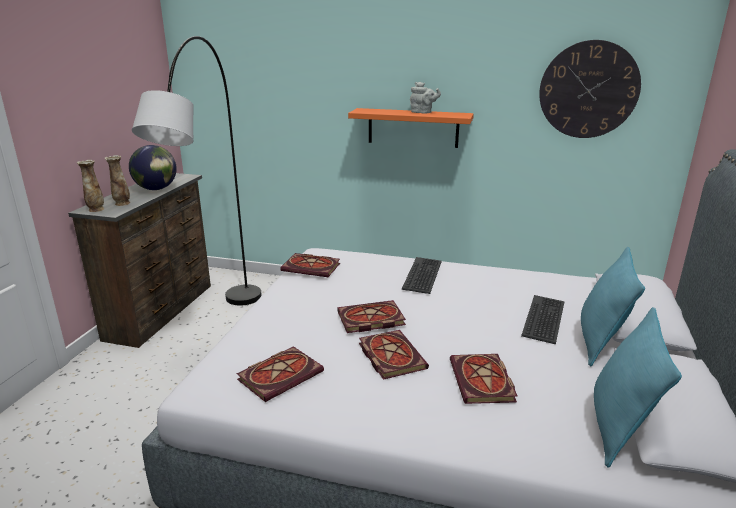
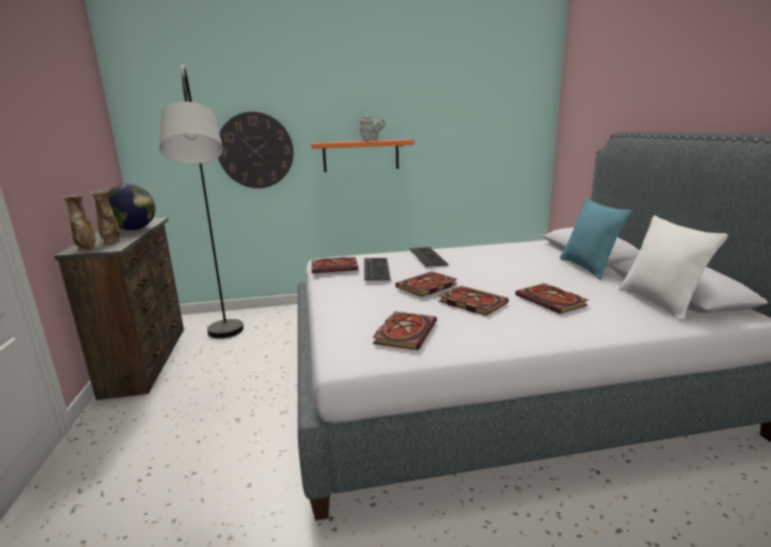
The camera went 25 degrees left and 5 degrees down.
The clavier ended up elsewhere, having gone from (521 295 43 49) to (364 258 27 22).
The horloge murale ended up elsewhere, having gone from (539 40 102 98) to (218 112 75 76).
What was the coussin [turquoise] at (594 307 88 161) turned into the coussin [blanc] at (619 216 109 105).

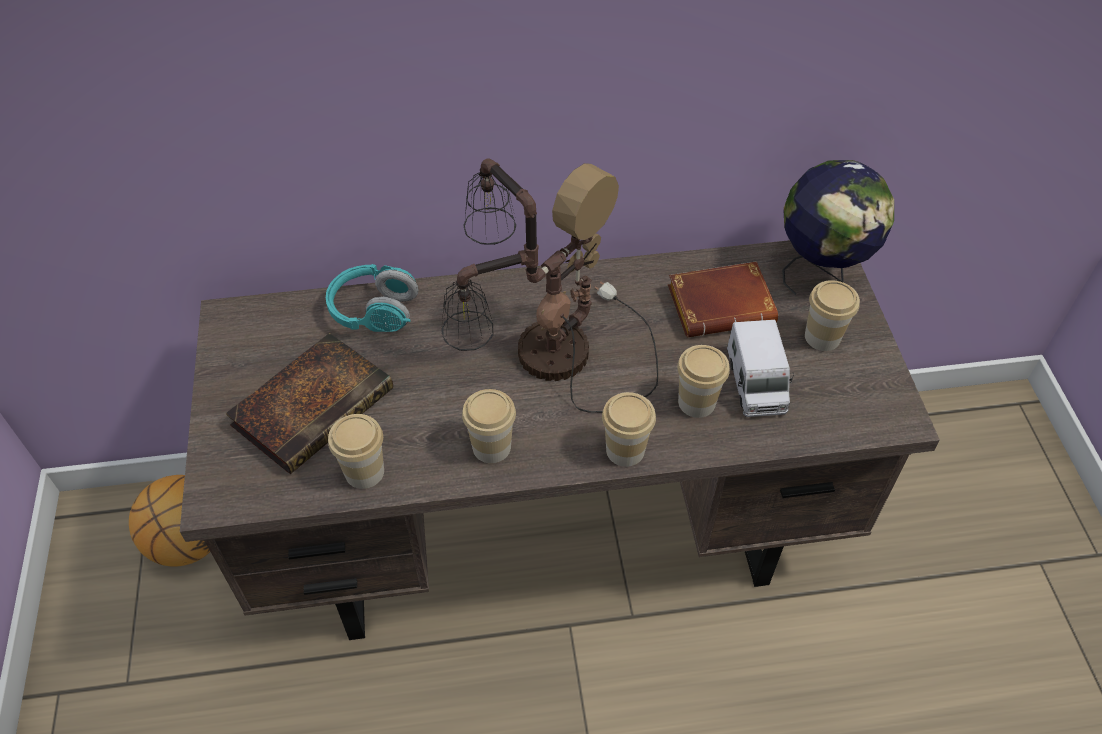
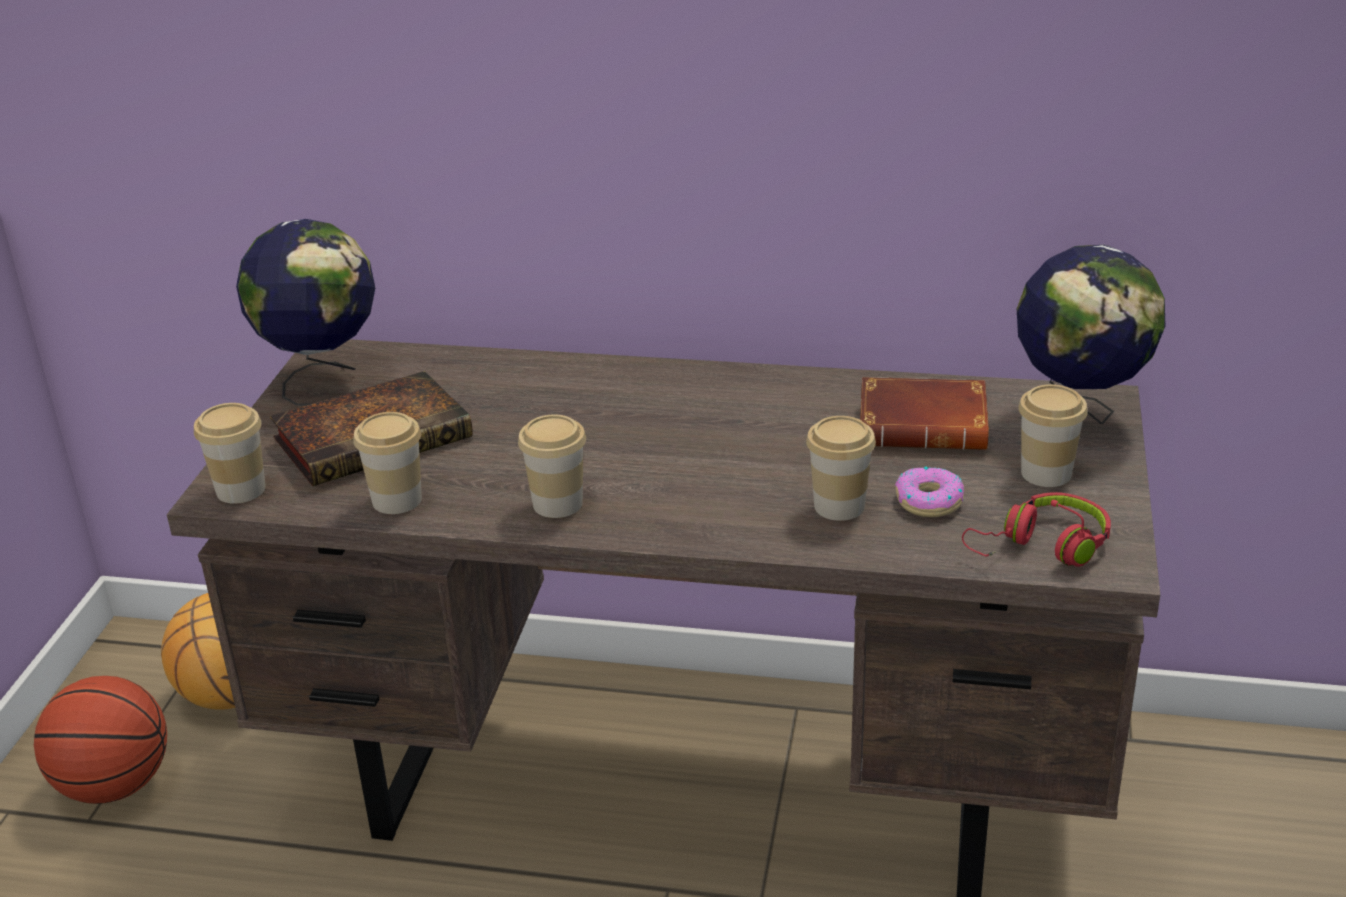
The camera went 20 degrees right and 20 degrees down.
The second view lost the casque audio [turquoise] at (326 264 92 68).
The second view lost the lampe de table at (441 159 217 254).
The tasse ended up elsewhere, having gone from (602 392 54 75) to (194 403 72 101).
Where the camion jouet stood at (727 320 67 97), the beignet came to stand at (895 466 69 51).
The second view gained the ballon de basket at (34 676 133 128).
The second view gained the globe at (236 219 139 187).
The second view gained the casque audio [rouge] at (962 492 149 75).

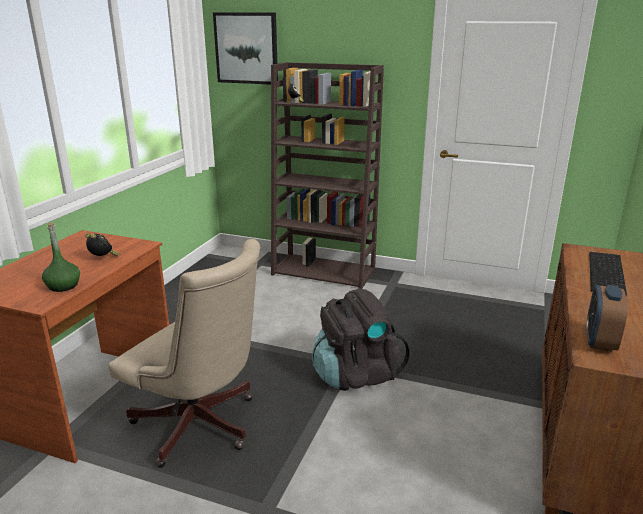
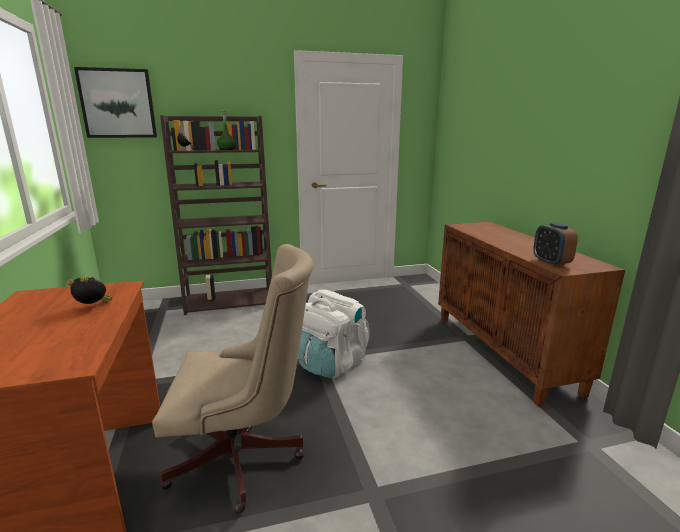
The camera went 35 degrees left and 5 degrees down.
The bouteille [vert] ended up elsewhere, having gone from (42 222 38 70) to (217 111 19 39).
What was the sac à dos [noir] at (312 288 98 103) turned into the sac à dos [blanc] at (298 290 72 88).
The second view lost the clavier at (589 252 38 44).

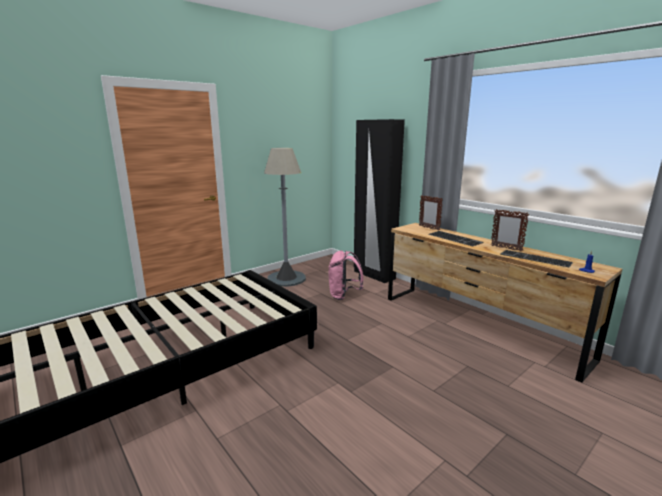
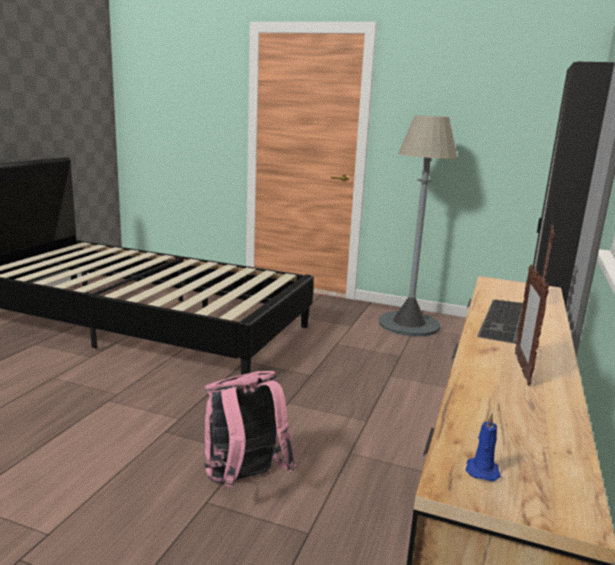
The camera went 60 degrees right and 0 degrees up.
The sac à dos [rose] ended up elsewhere, having gone from (328 250 35 50) to (204 371 92 117).
The second view lost the clavier at (500 250 73 17).

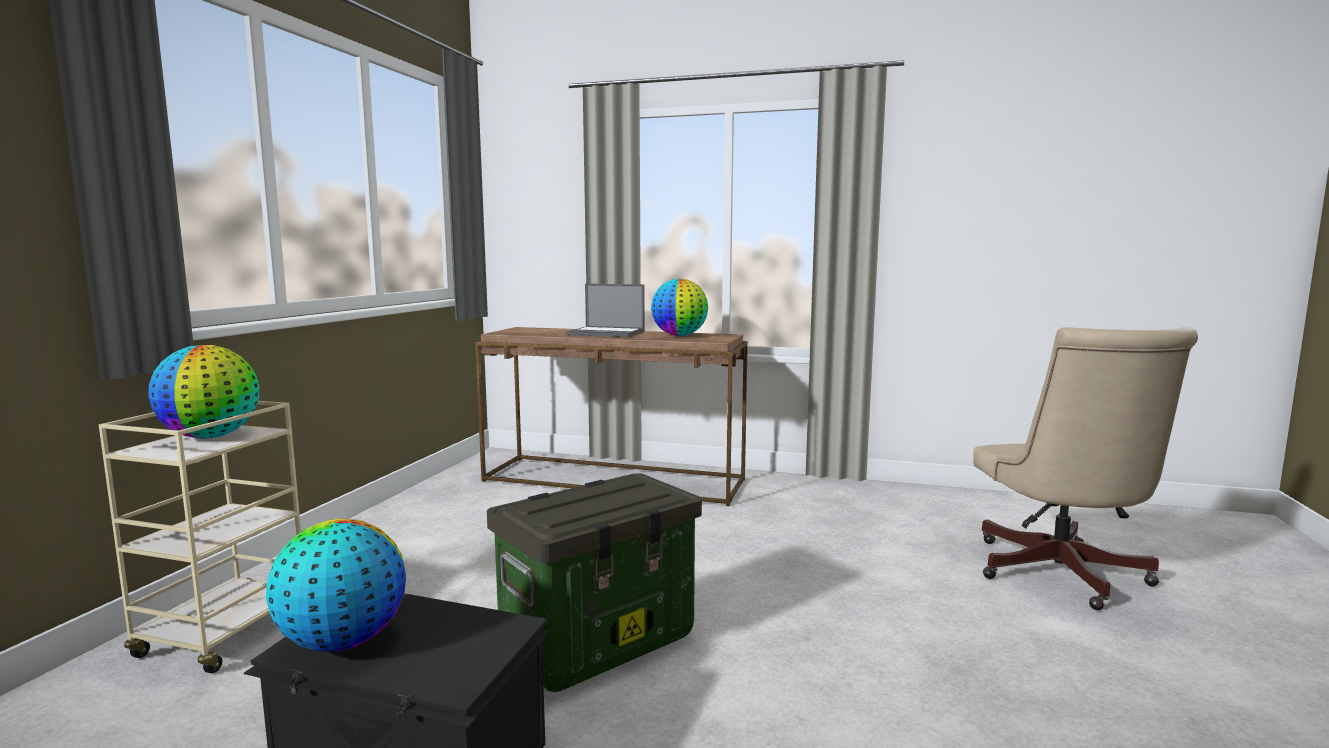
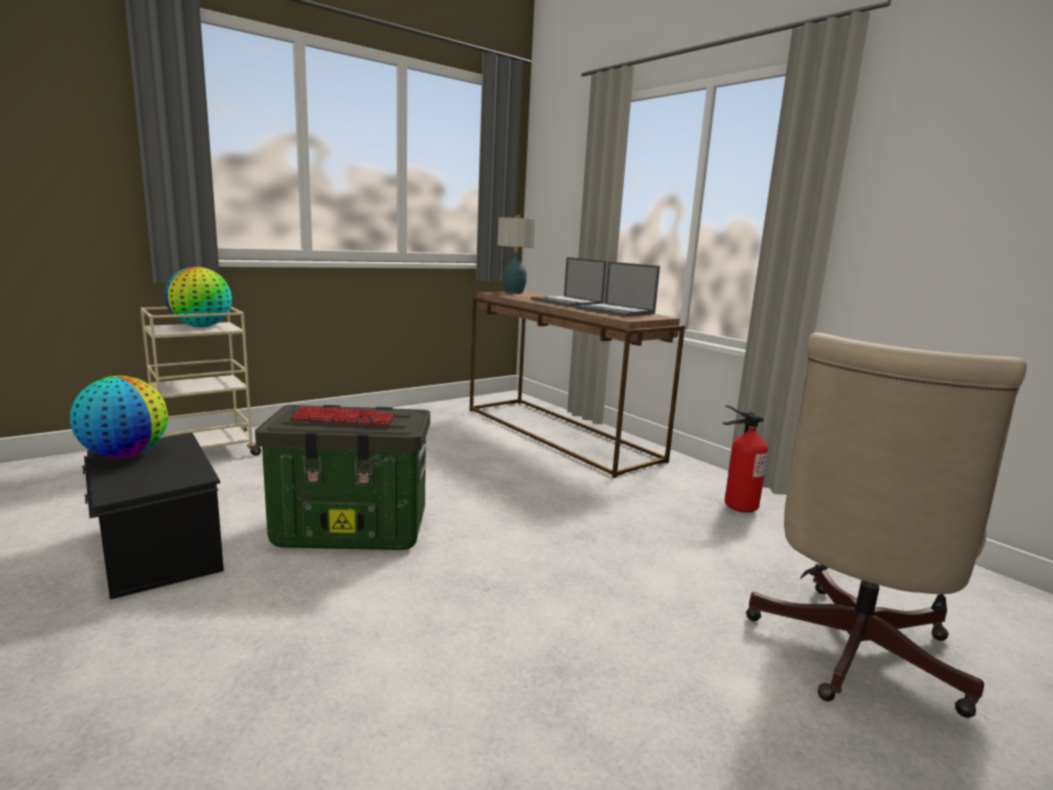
The camera went 35 degrees right and 5 degrees up.
Where the globe stood at (651 279 57 57), the ordinateur portable came to stand at (575 261 85 56).
The second view gained the clavier at (290 406 107 20).
The second view gained the lampe de table at (497 215 40 79).
The second view gained the extincteur at (723 405 45 108).

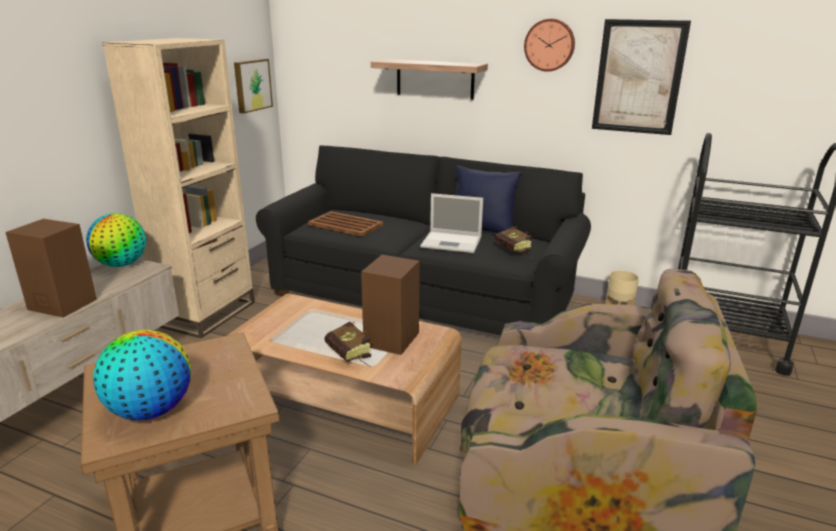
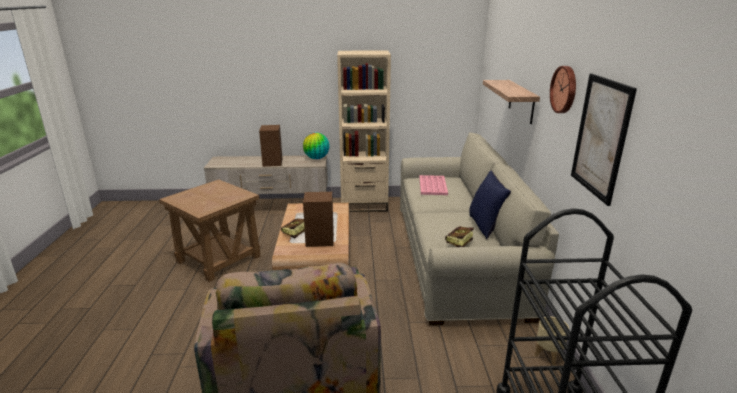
The camera went 65 degrees right and 0 degrees up.
The second view lost the globe at (93 330 98 90).
The second view lost the tableau at (234 59 39 54).
What was the canapé [noir] at (256 145 335 190) turned into the canapé [beige] at (400 133 159 192).
What was the plateau [marron] at (308 211 75 26) turned into the plateau [rose] at (419 175 29 20).
The second view lost the ordinateur portable at (420 193 63 60).

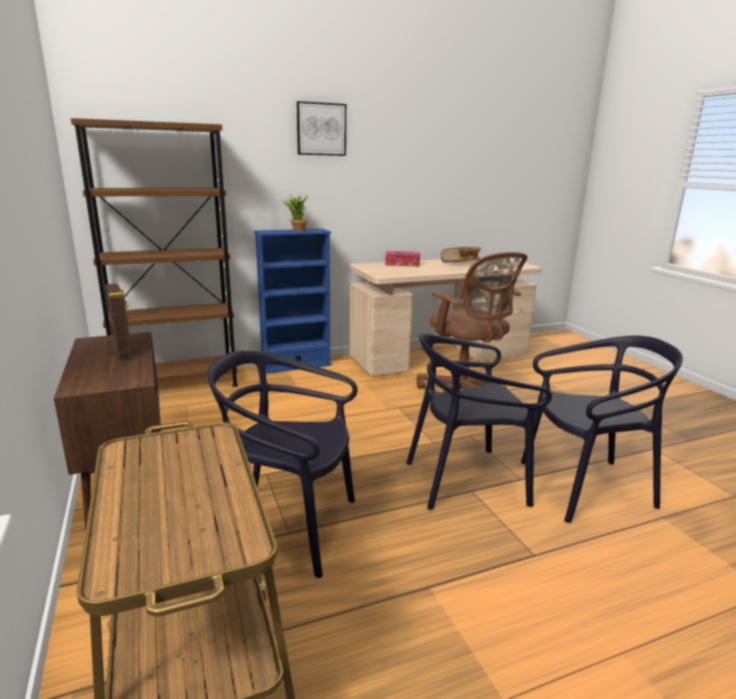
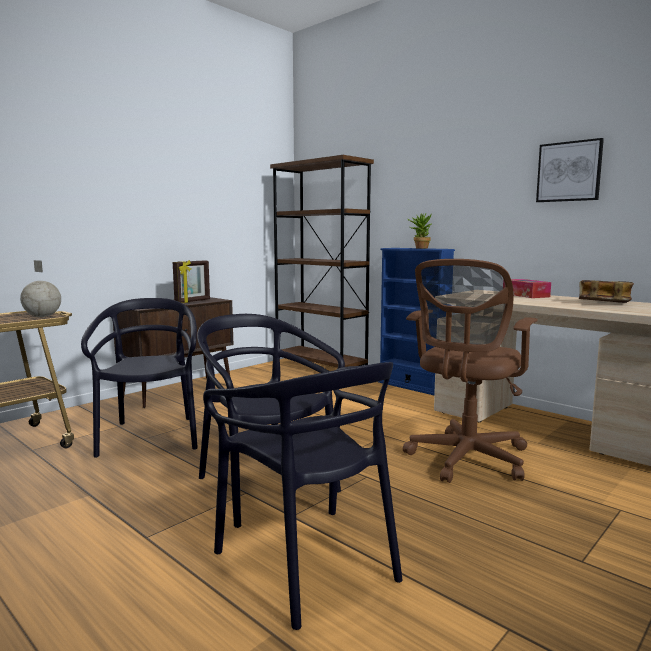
The camera went 65 degrees right and 10 degrees down.
The tableau ended up elsewhere, having gone from (297 101 49 55) to (536 138 68 64).
The second view gained the globe at (20 260 41 57).

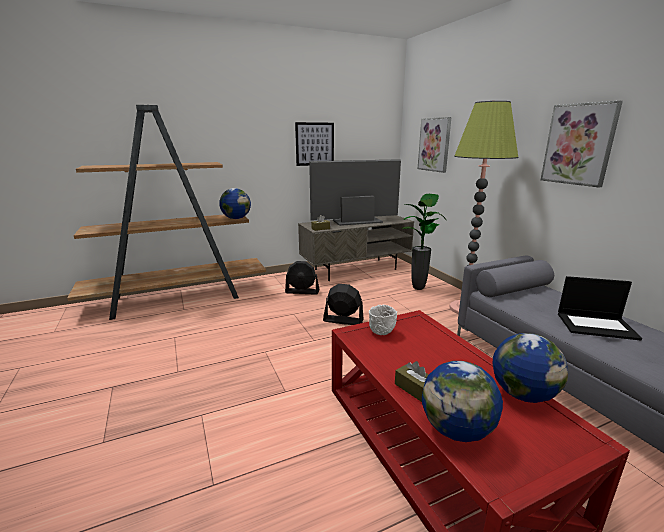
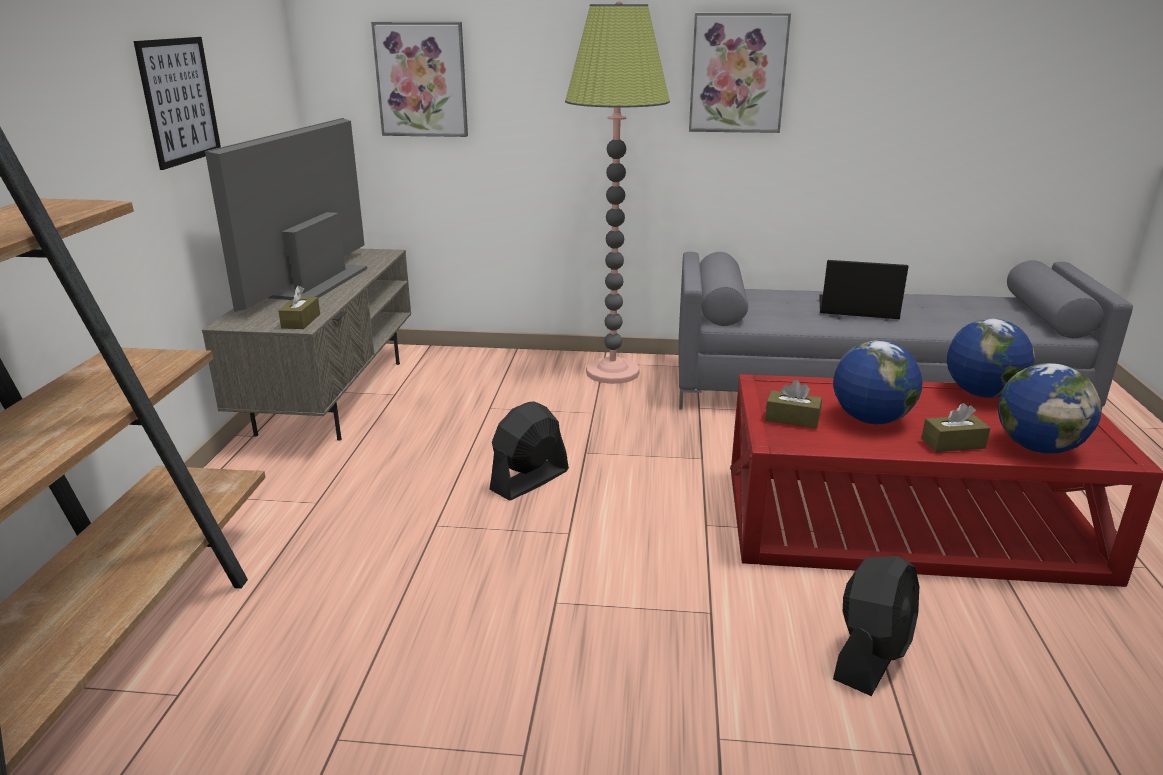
The camera went 60 degrees left and 5 degrees up.
The globe ended up elsewhere, having gone from (219 188 32 31) to (833 340 89 84).
The ventilateur [noir] ended up elsewhere, having gone from (285 261 35 34) to (833 556 86 140).
Where the bol [blanc] stood at (369 305 28 30), the boîte à mouchoirs [marron] came to stand at (765 380 57 48).
The second view lost the plante en pot at (401 194 46 96).
The ordinateur portable at (558 276 84 64) ended up facing another way, 120 degrees counterclockwise from before.

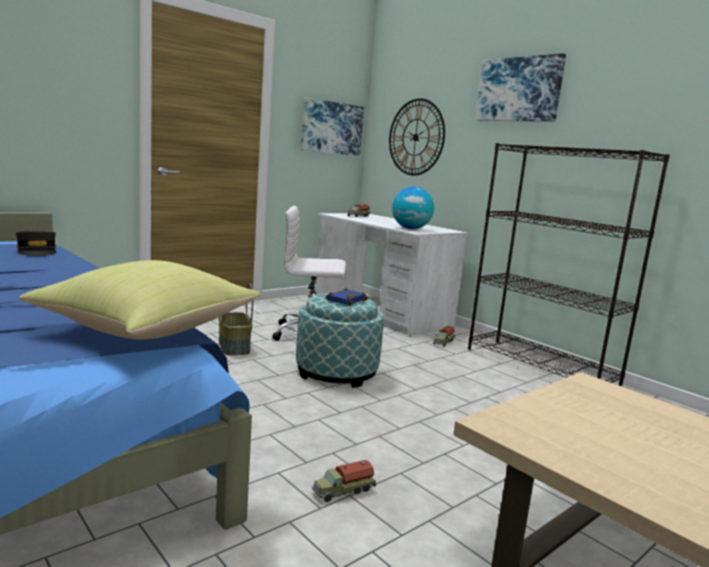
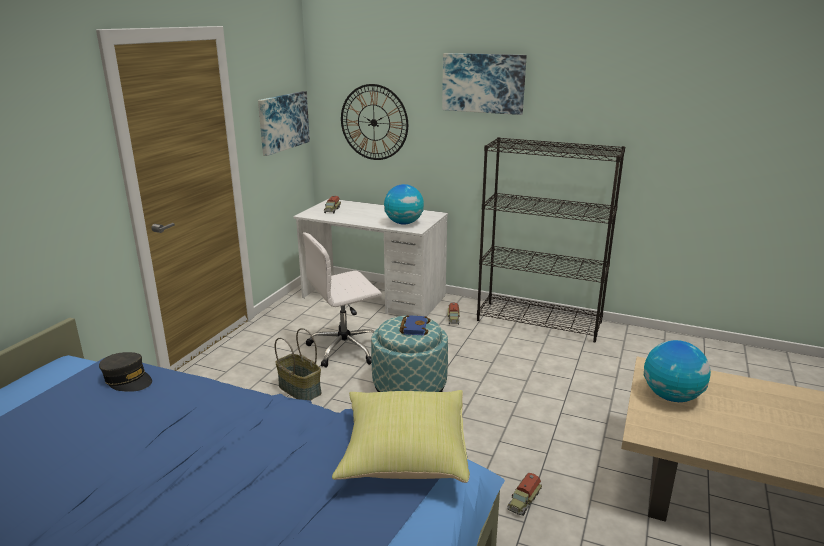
The camera went 25 degrees left and 10 degrees up.
The second view gained the globe at (644 340 67 62).

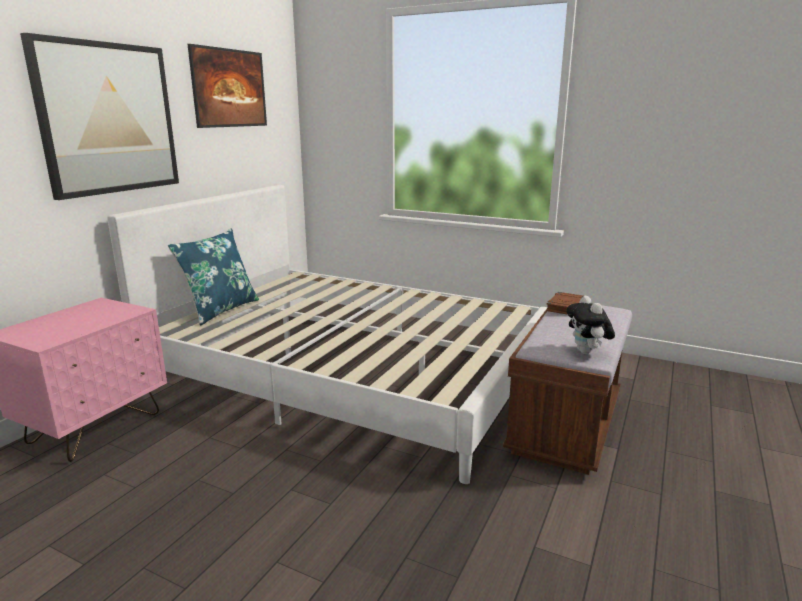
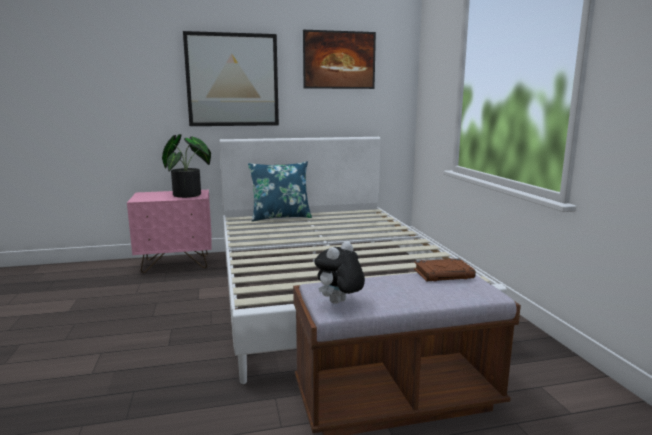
The camera went 50 degrees right and 5 degrees down.
The second view gained the plante en pot at (162 134 49 64).

